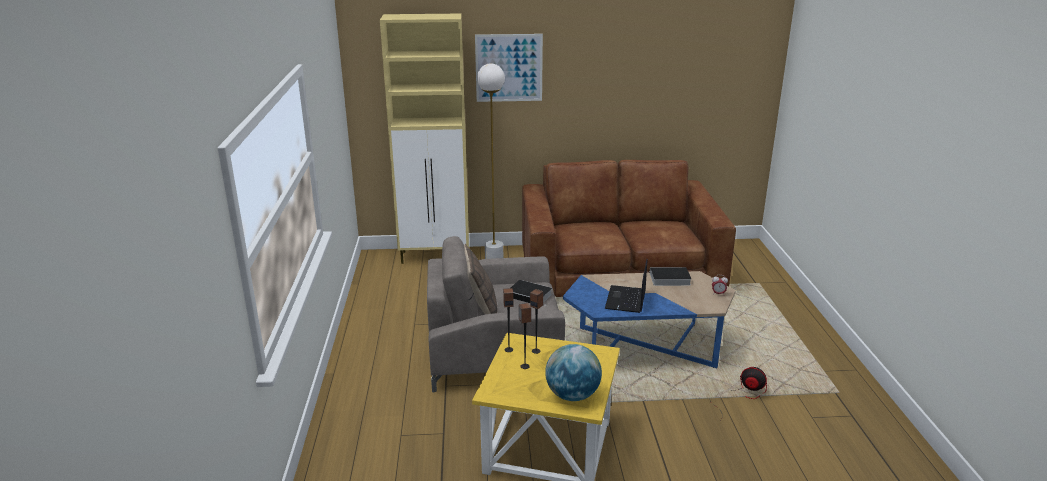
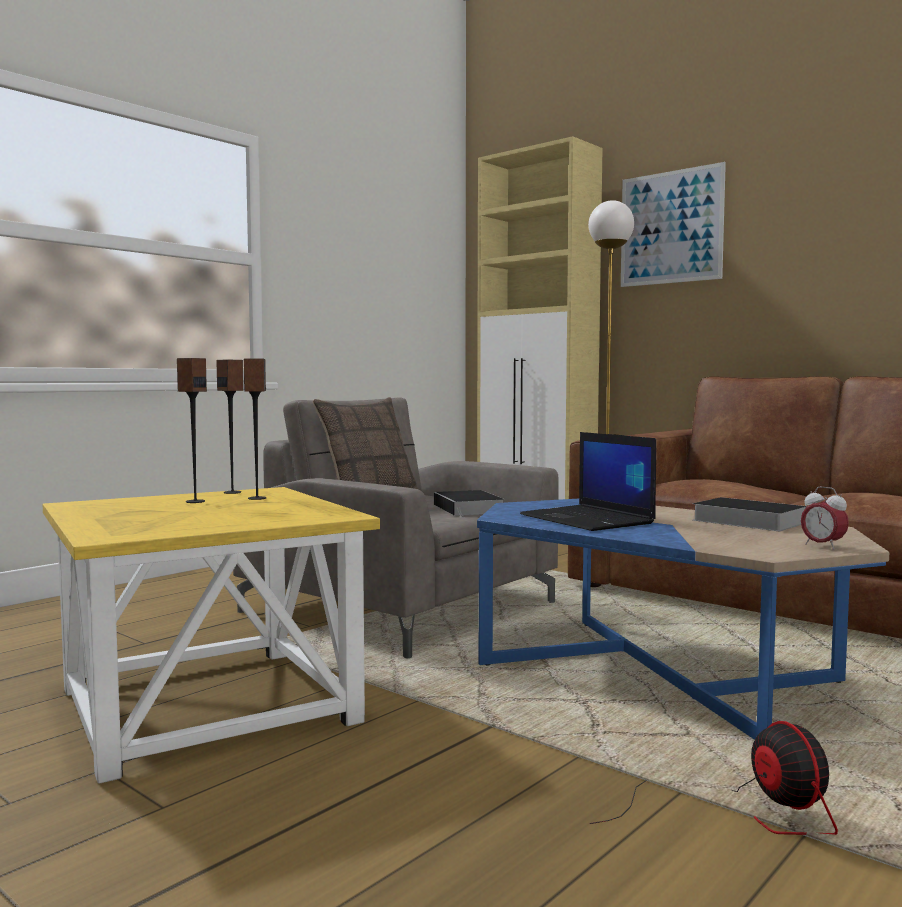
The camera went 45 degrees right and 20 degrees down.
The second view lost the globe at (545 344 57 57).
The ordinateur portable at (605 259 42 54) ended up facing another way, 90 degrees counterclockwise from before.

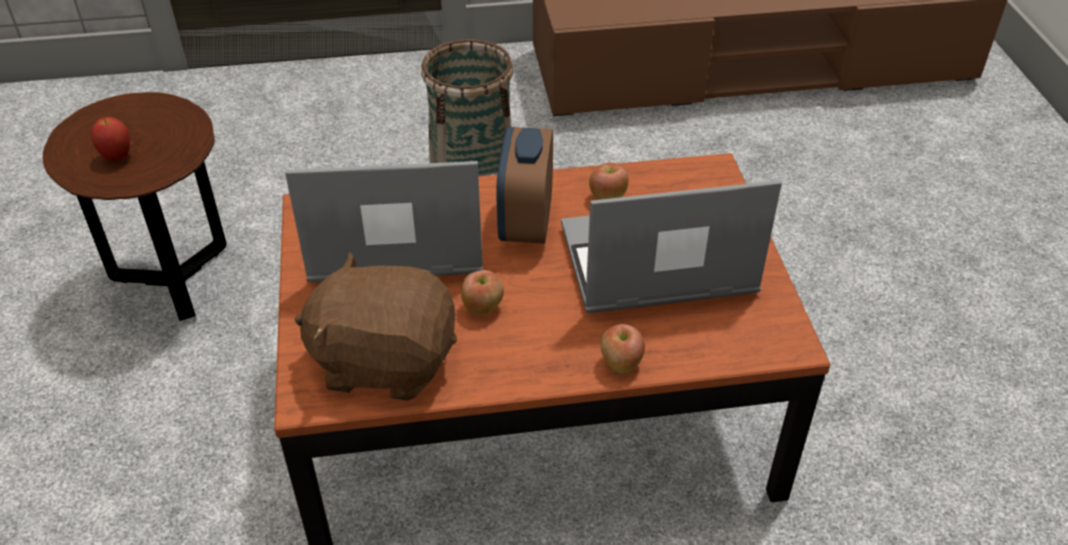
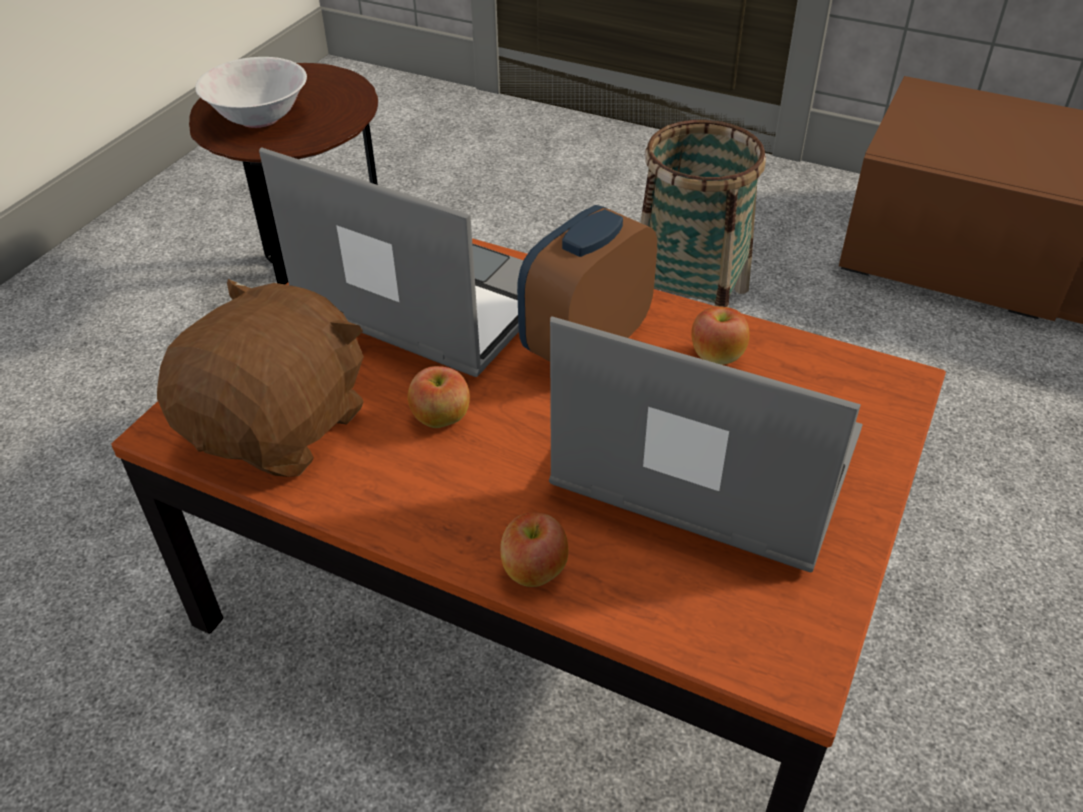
The camera went 35 degrees right and 0 degrees up.
Where the pomme stood at (91 117 39 45), the bol [blanc] came to stand at (195 57 112 71).
The peluche [marron] at (295 252 162 149) ended up facing another way, 75 degrees clockwise from before.

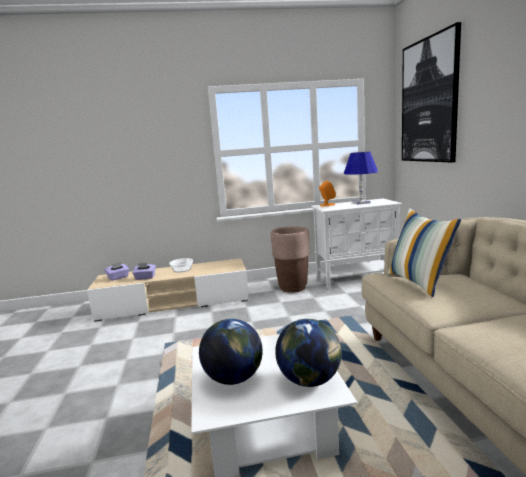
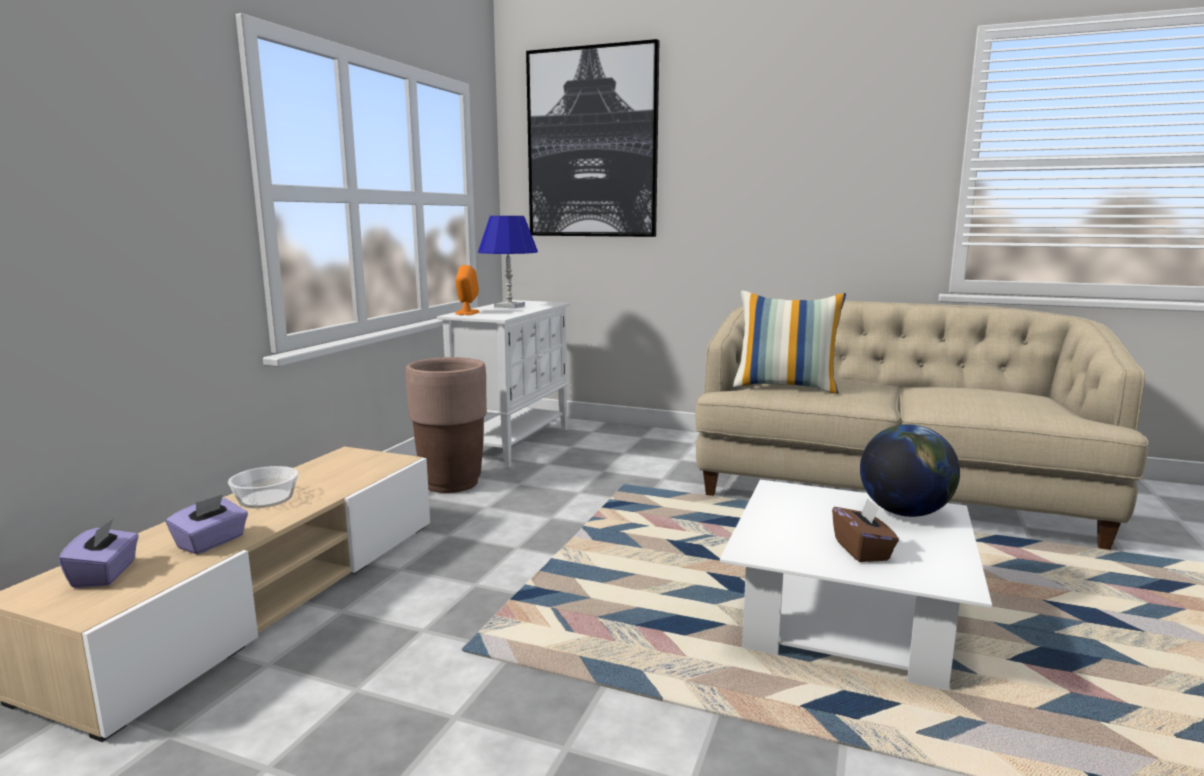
The camera went 60 degrees left and 0 degrees up.
Where the globe stood at (199 319 64 66), the boîte à mouchoirs [marron] came to stand at (832 498 67 64).

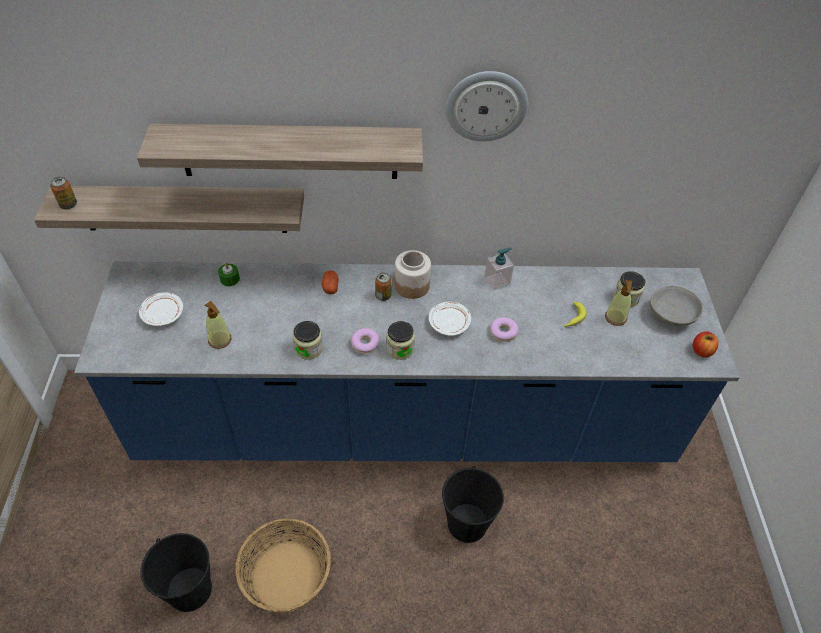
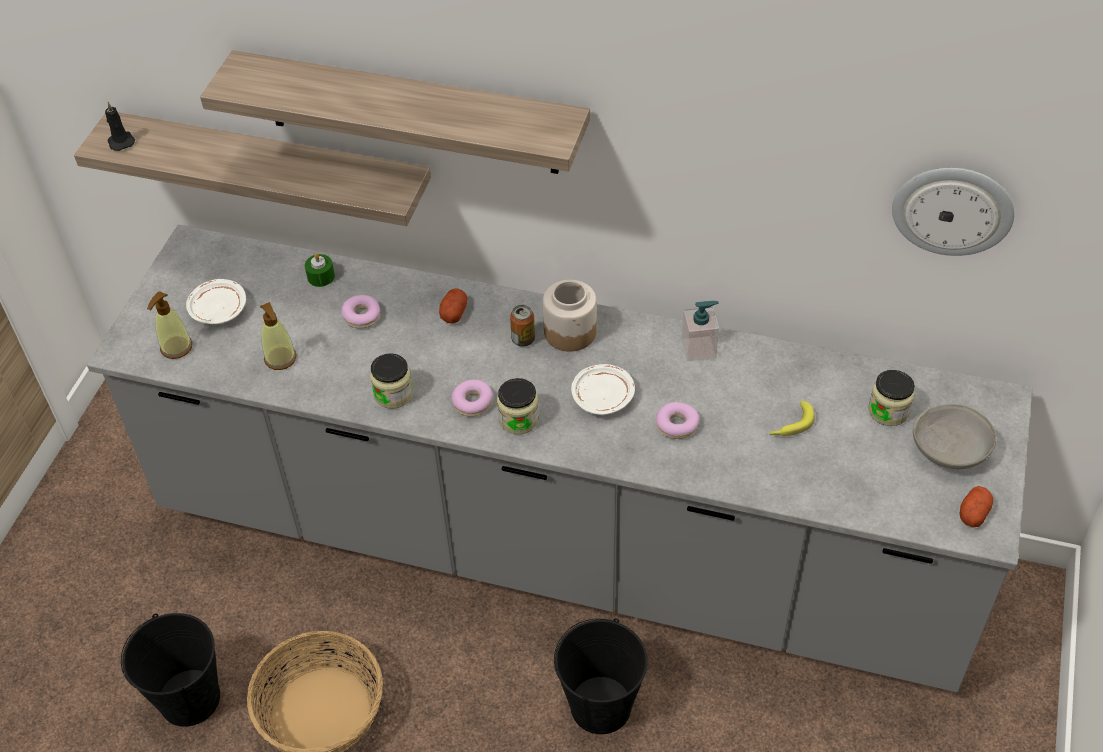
The camera went 20 degrees right and 0 degrees up.
Where the boîte métallique stood at (50 176 27 33), the bougie [noir] came to stand at (105 102 30 49).
What was the comptoir de cuisine [bleu] at (74 261 666 201) turned into the comptoir de cuisine [gris] at (87 225 946 467).
The horloge murale ended up elsewhere, having gone from (446 71 82 70) to (892 168 123 88).
The distributeur de savon ended up elsewhere, having gone from (605 280 27 46) to (147 291 45 68).
Where the pomme stood at (693 331 25 26), the pomme de terre came to stand at (960 486 33 42).
The second view gained the beignet at (341 295 40 33).

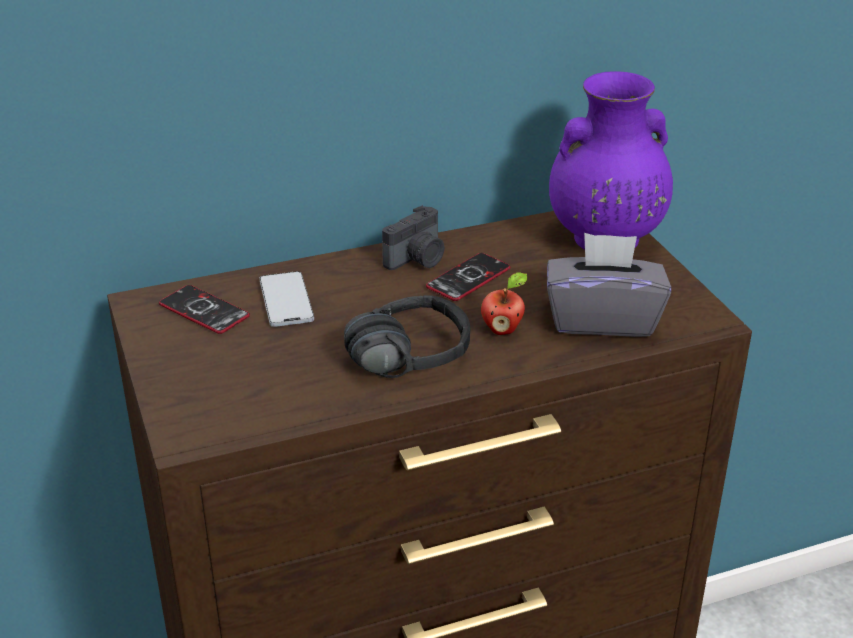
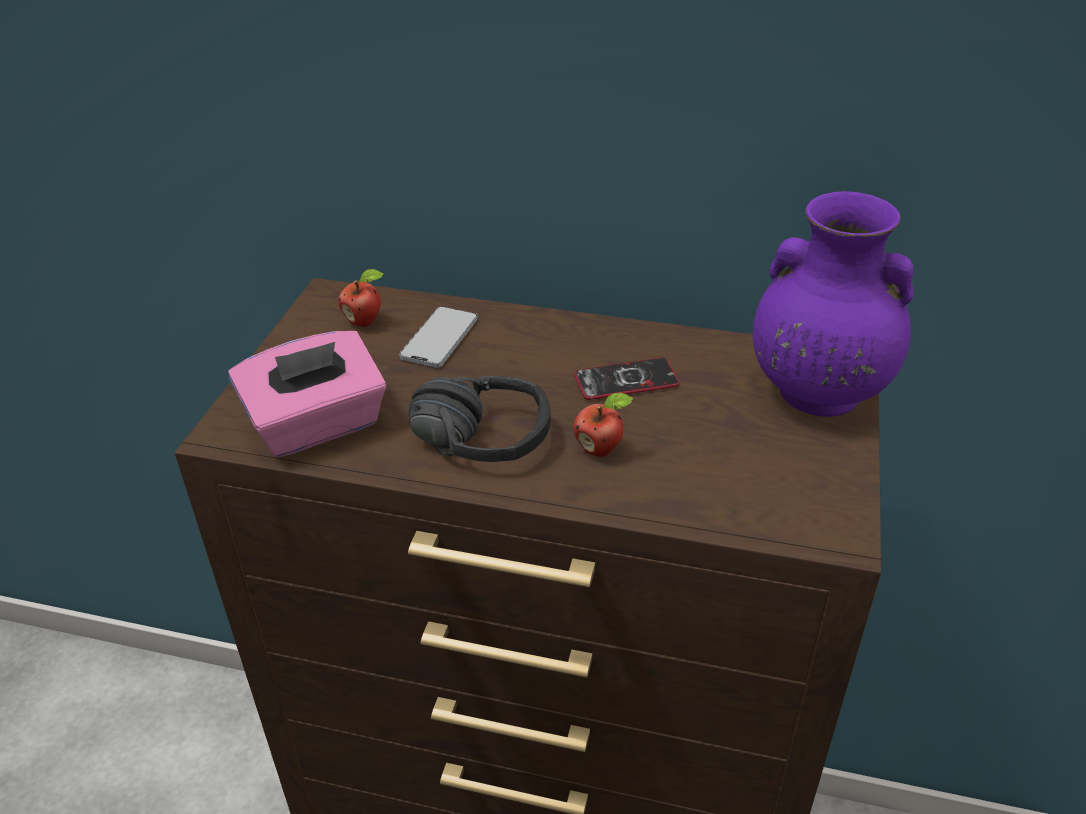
The camera went 35 degrees right and 5 degrees up.
Where the téléphone stood at (159 285 91 49), the pomme came to stand at (338 269 45 58).
The second view lost the appareil photo at (382 205 63 65).
The second view lost the boîte à mouchoirs [gris] at (547 233 124 104).
The second view gained the boîte à mouchoirs [rose] at (228 331 158 126).

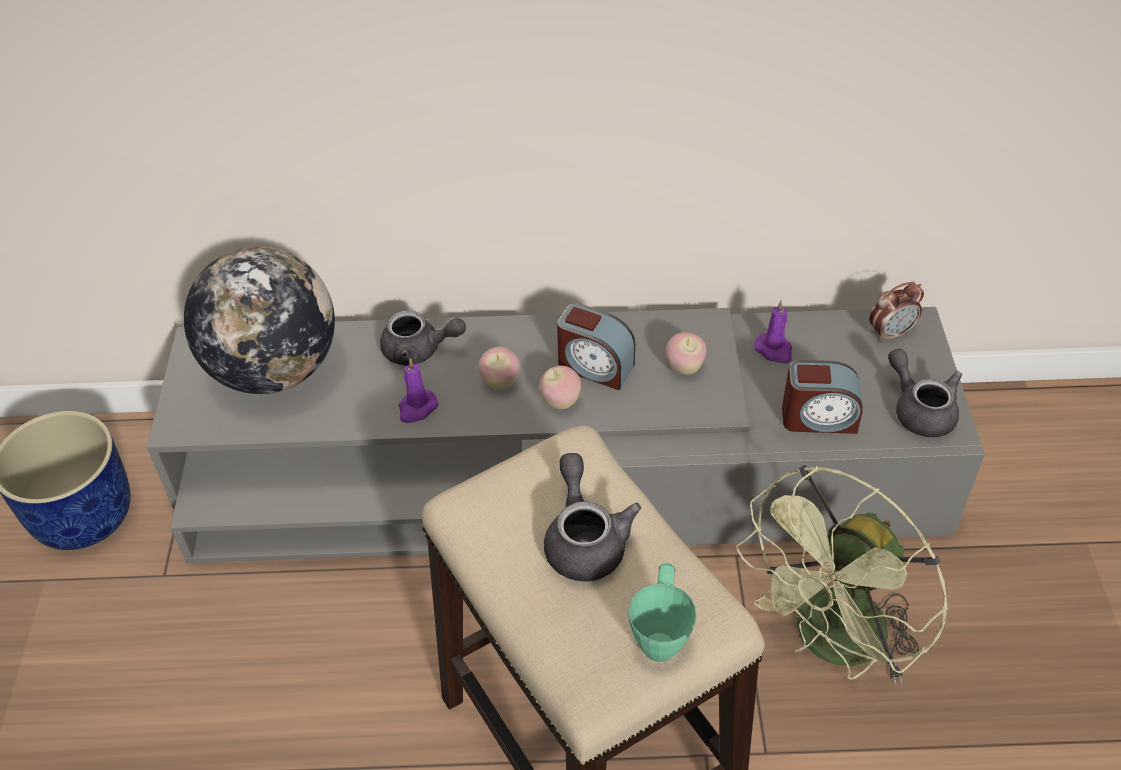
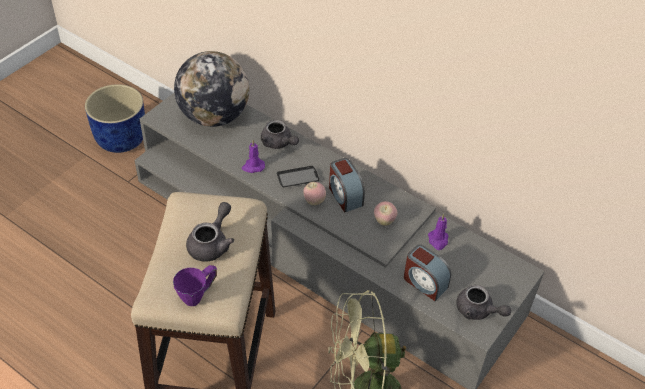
The camera went 35 degrees right and 0 degrees up.
Where the pomme stood at (478 347 42 43), the téléphone came to stand at (277 166 42 21).
What was the mug [vert] at (628 563 68 99) turned into the mug [violet] at (173 265 44 41).
The second view lost the réveil at (869 282 55 61).
The théière [gris] at (888 349 74 88) ended up facing another way, 120 degrees clockwise from before.

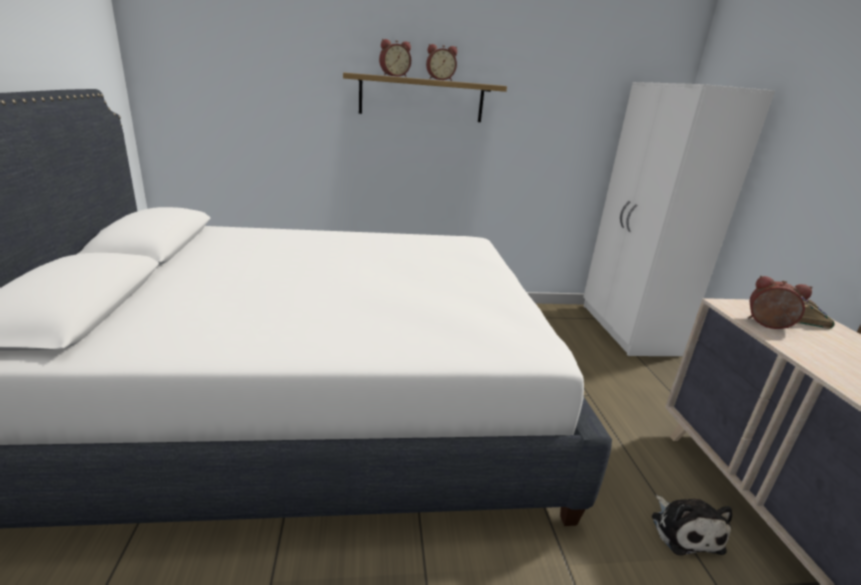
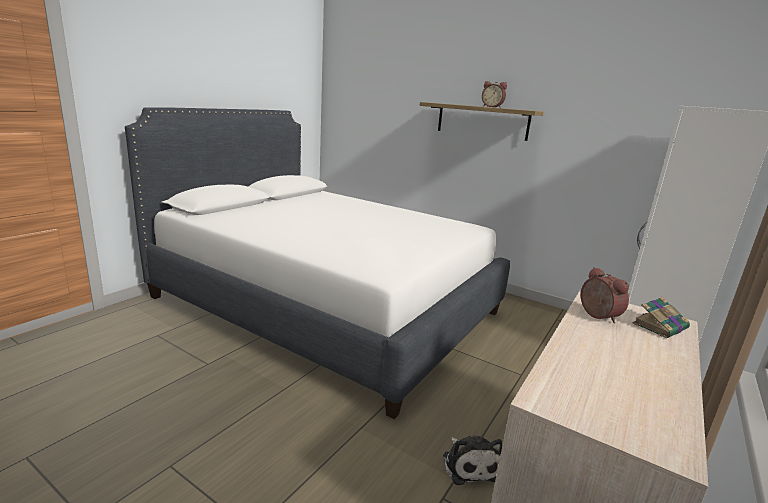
The camera went 40 degrees right and 5 degrees down.
The second view lost the réveil at (379 39 32 38).
The peluche at (652 495 80 60) ended up facing another way, 45 degrees counterclockwise from before.

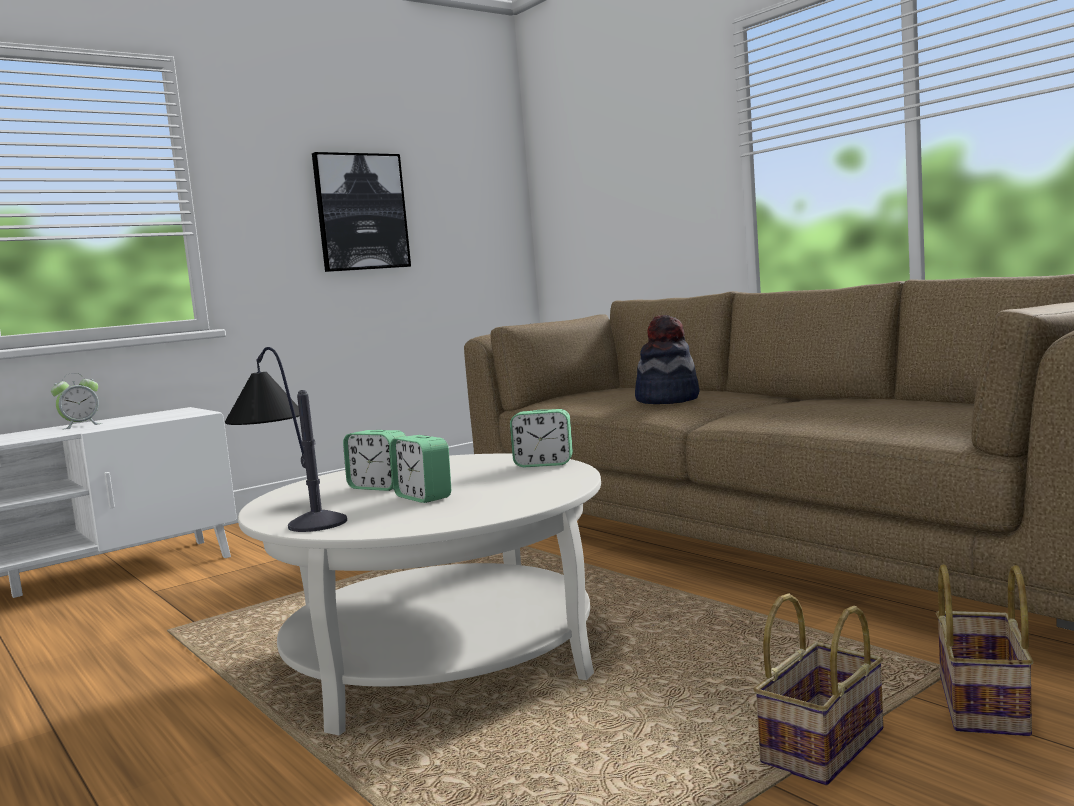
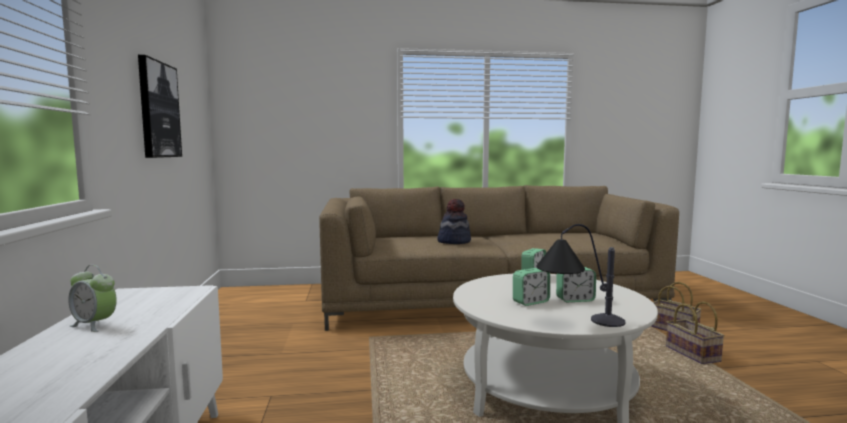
The camera went 60 degrees left and 0 degrees up.
The réveil at (51 373 51 56) ended up facing another way, 120 degrees clockwise from before.

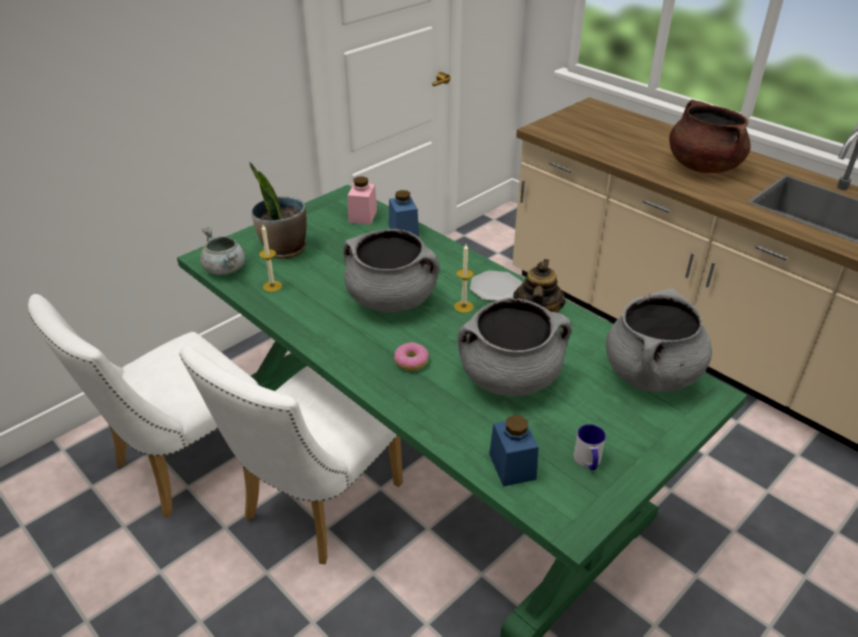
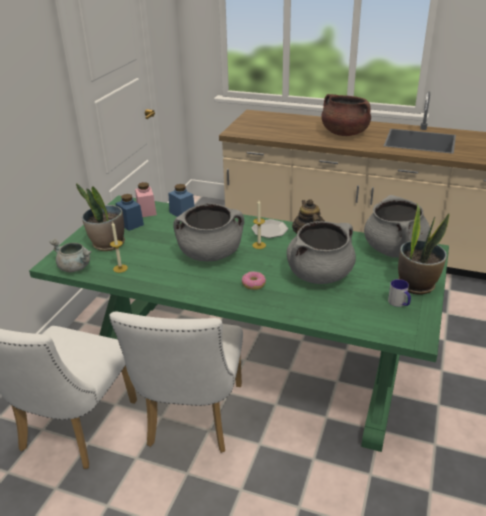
The camera went 25 degrees left and 5 degrees down.
The bocal [bleu] ended up elsewhere, having gone from (489 415 50 72) to (116 194 28 37).
The second view gained the plante en pot at (398 204 51 91).

